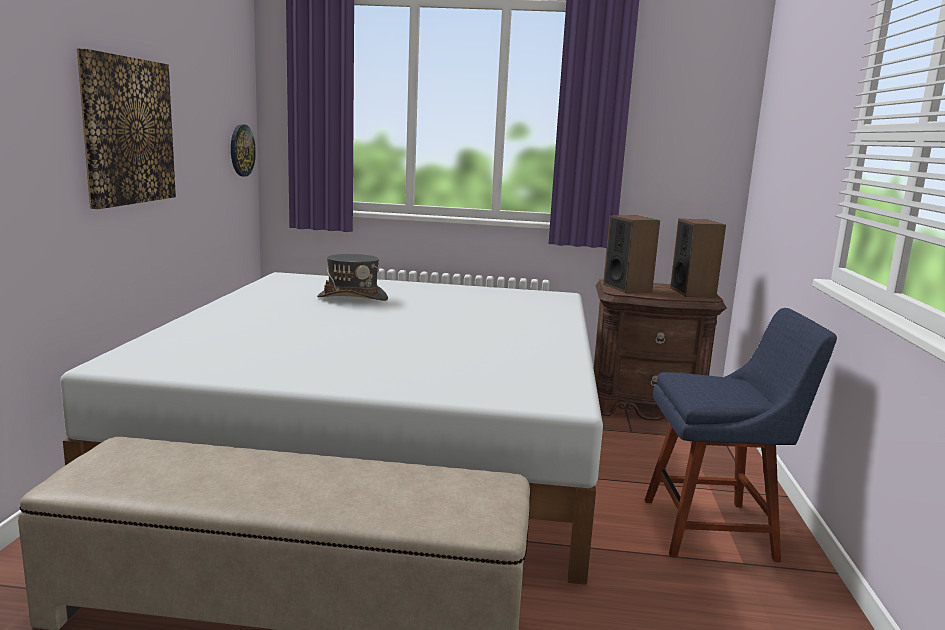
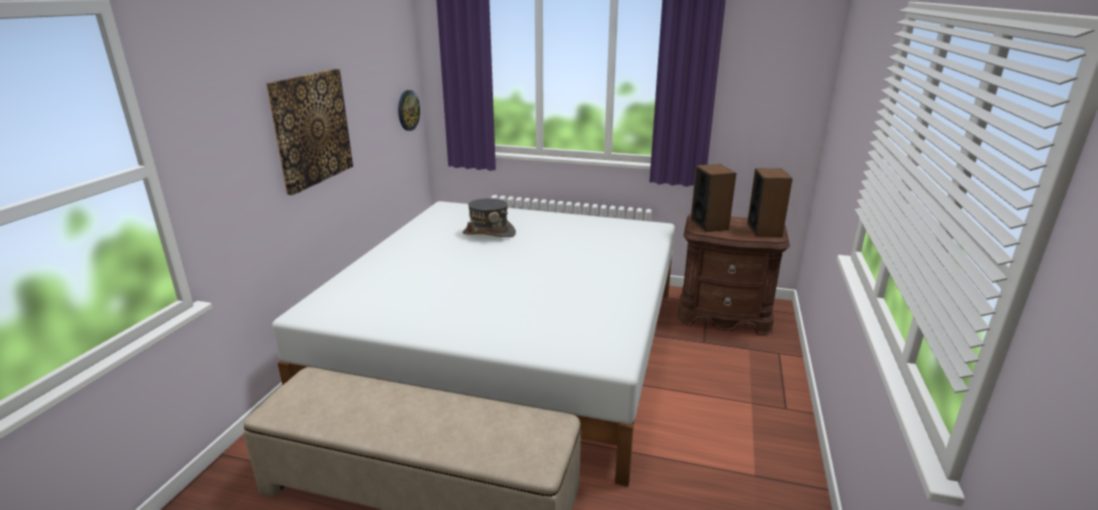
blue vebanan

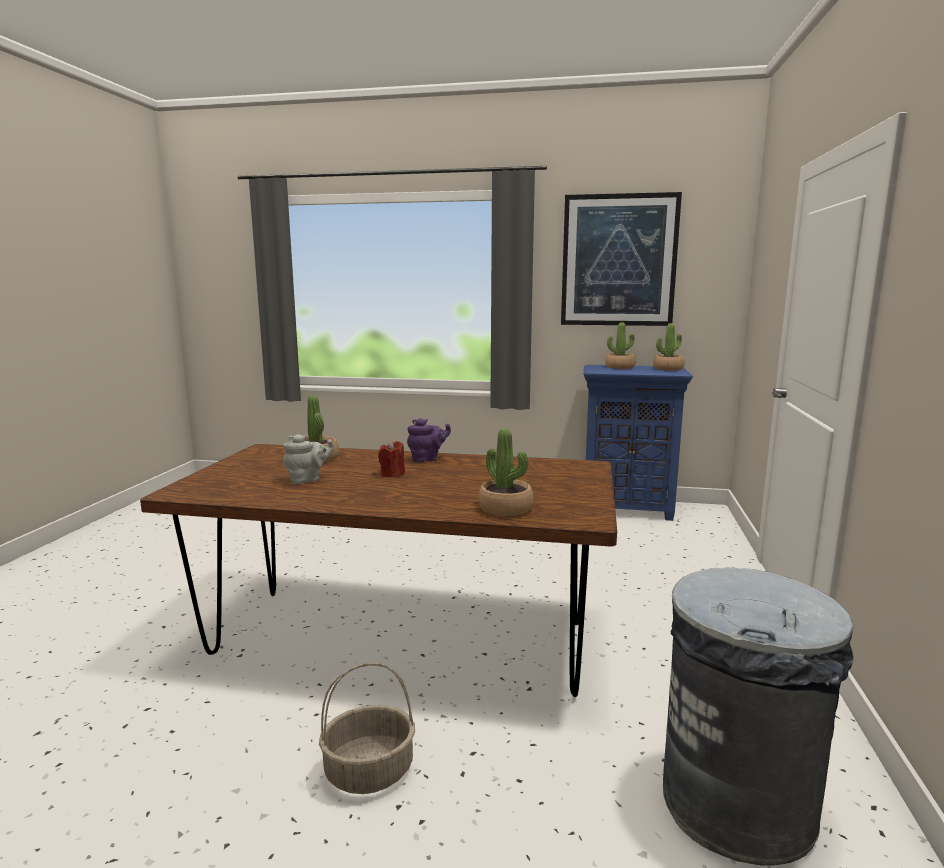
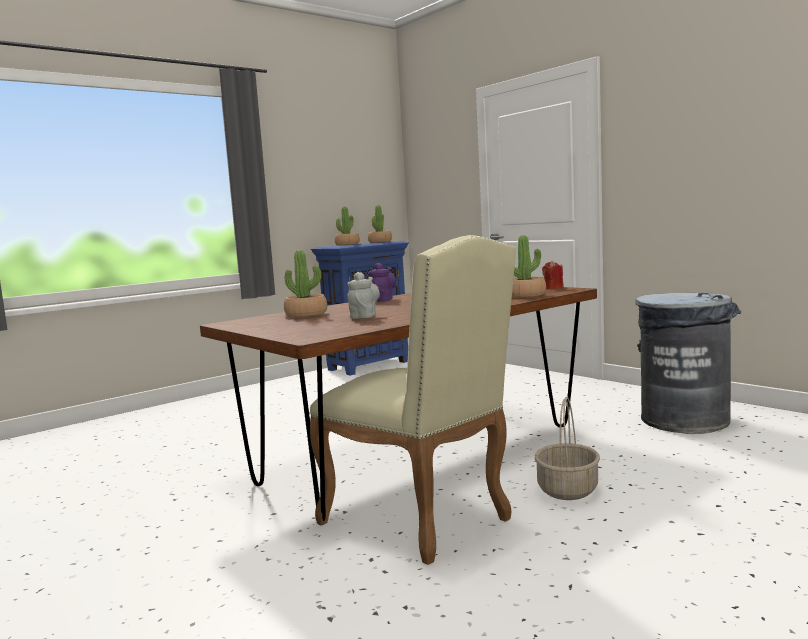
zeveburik
beige vebanan
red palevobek

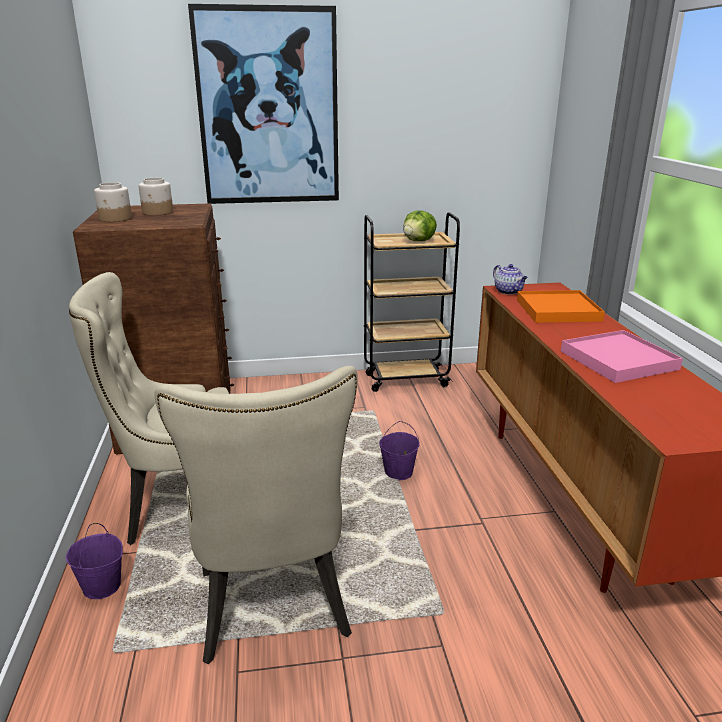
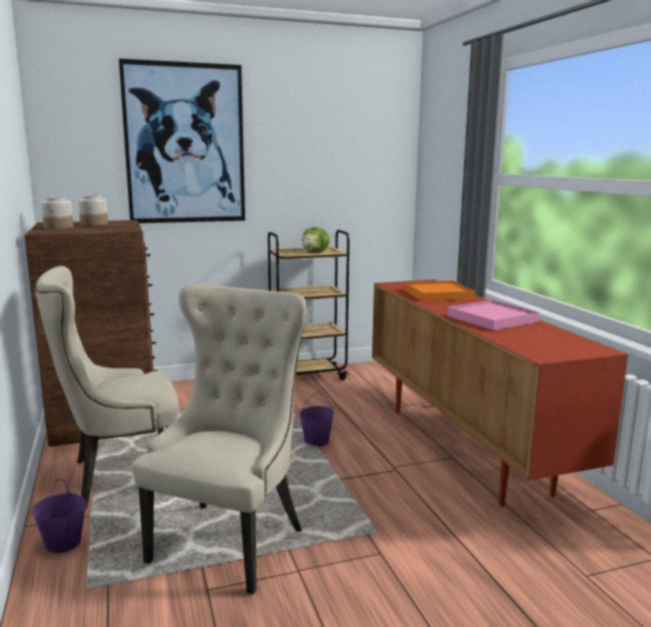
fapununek
beige vebanan (no. 2 from left)

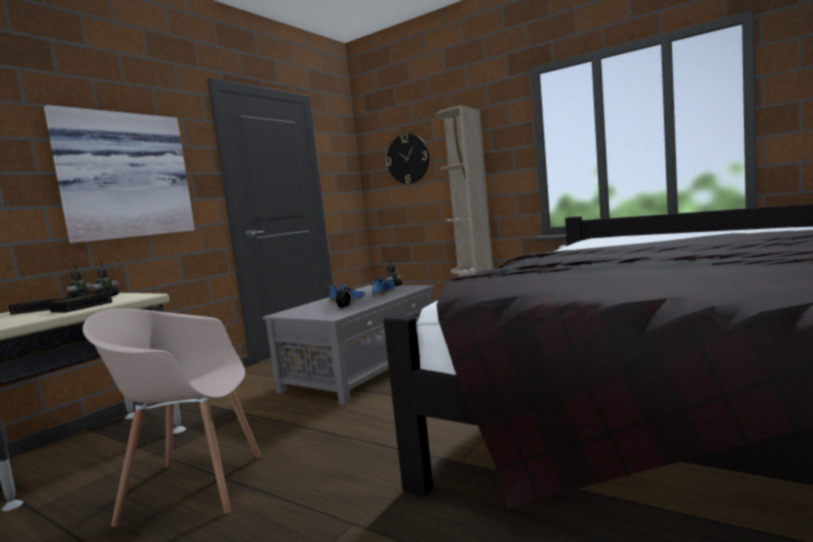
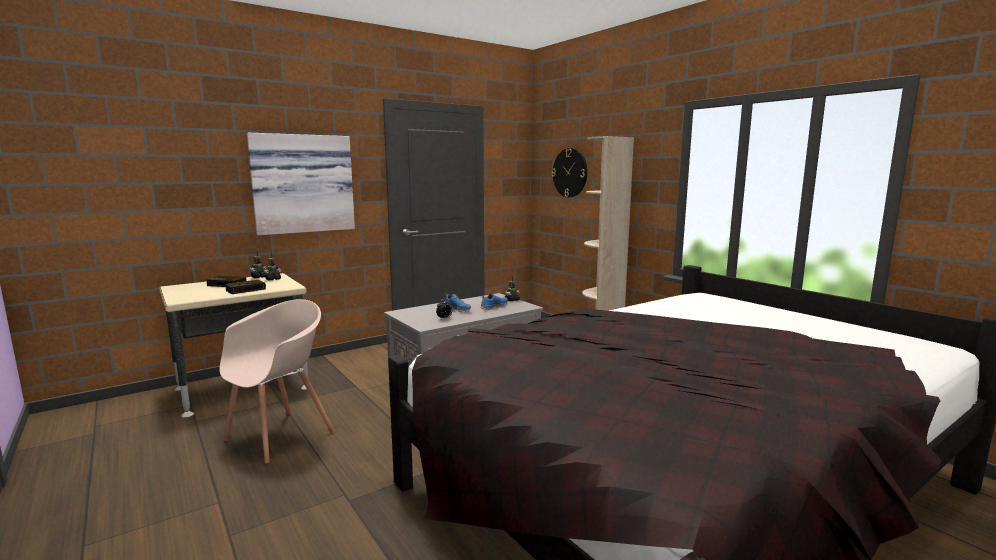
beige vebanan

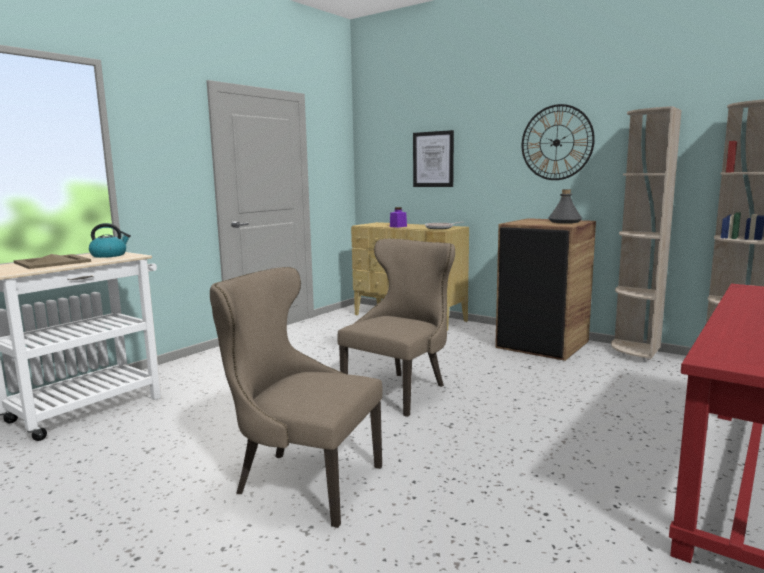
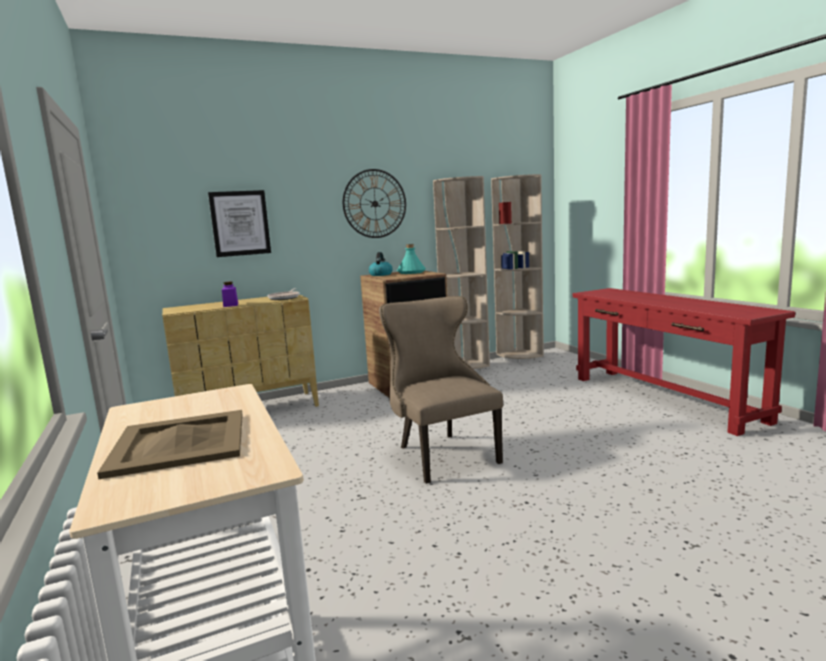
beige vebanan (no. 1 from left in the first image)
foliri
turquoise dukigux

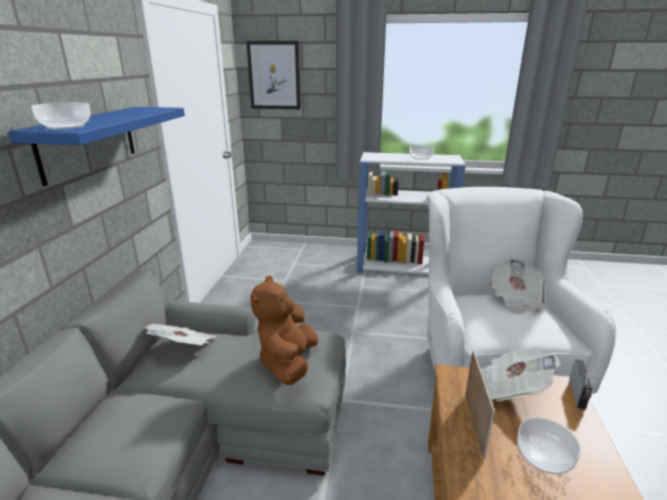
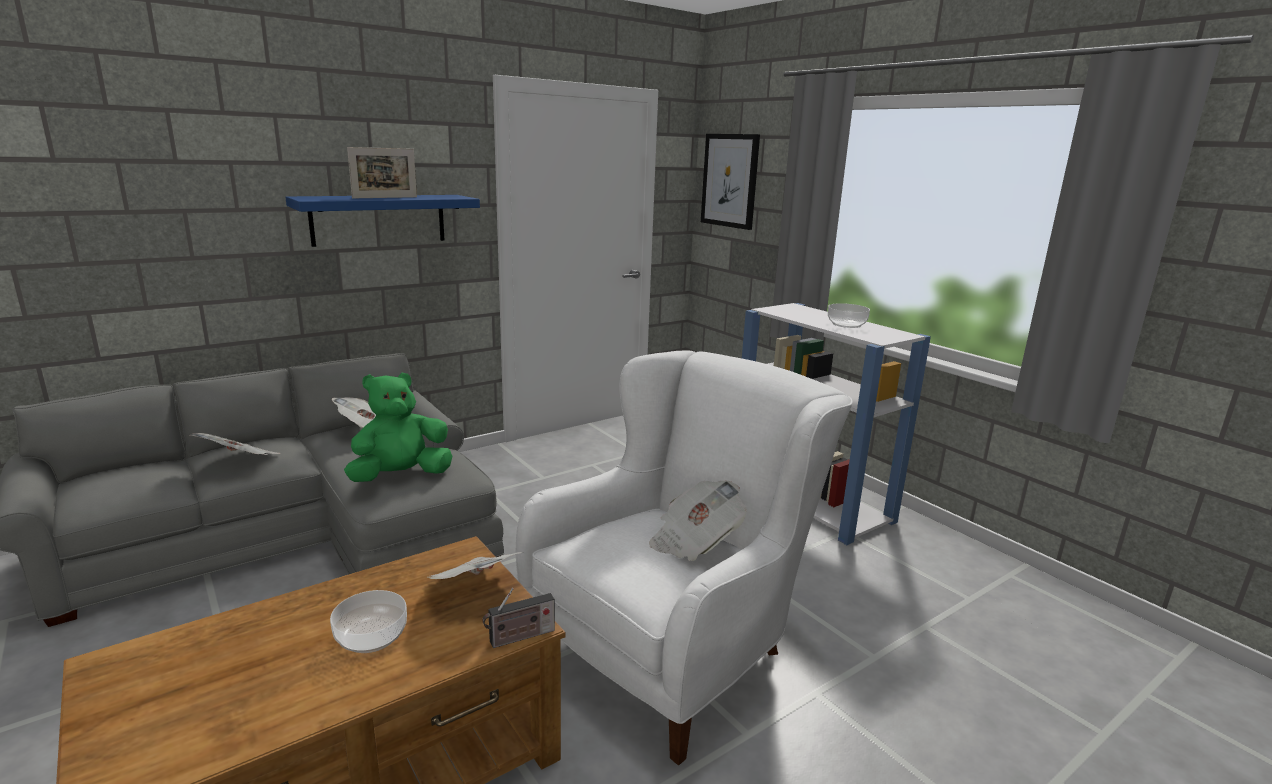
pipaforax (no. 1 from left in the first image)
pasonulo (no. 1 from left)
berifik
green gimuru

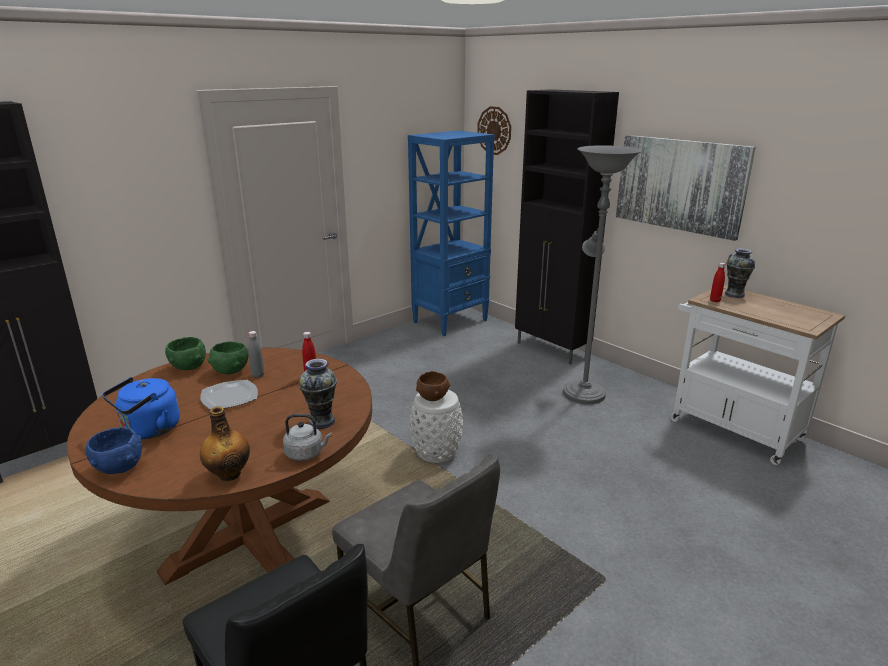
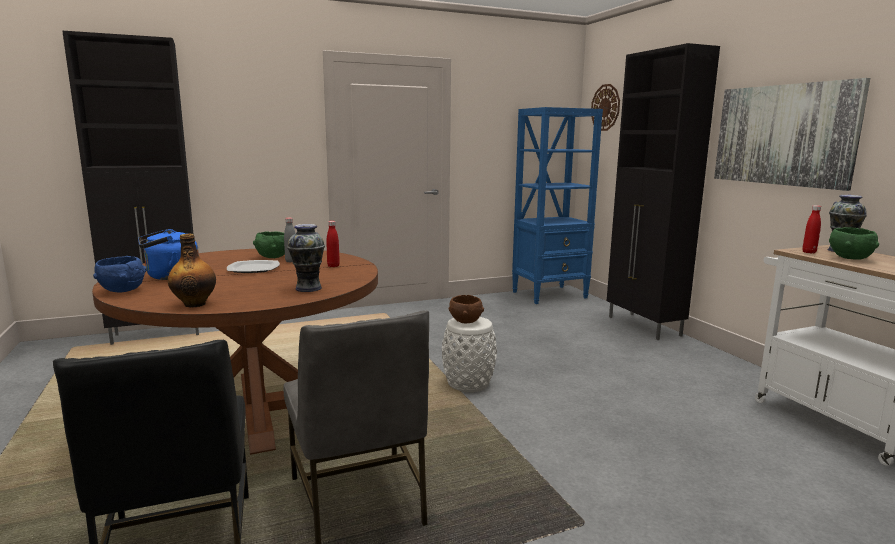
grey foliri
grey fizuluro
green pipaforax (no. 2 from left)

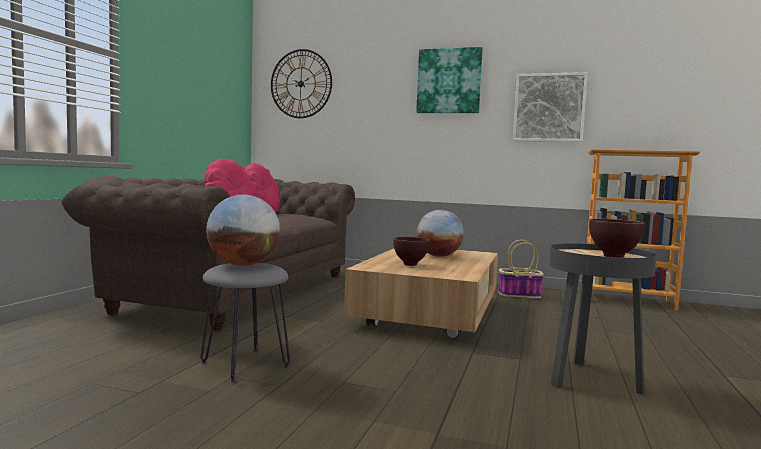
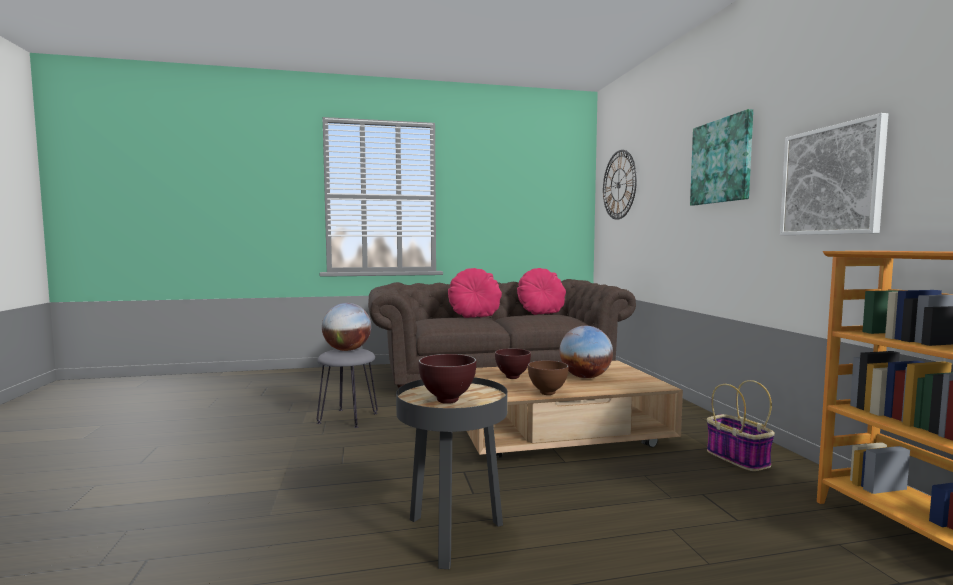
brown pipaforax (no. 3 from left)

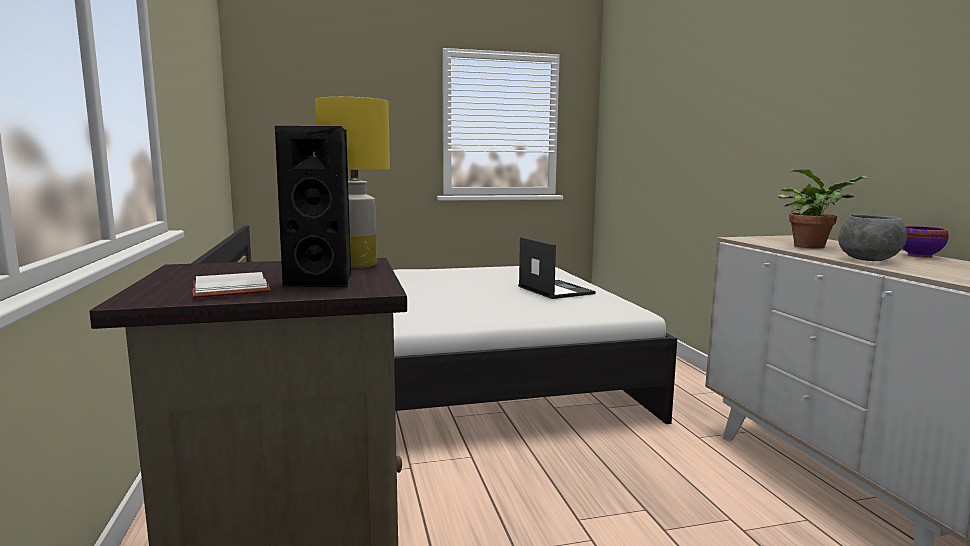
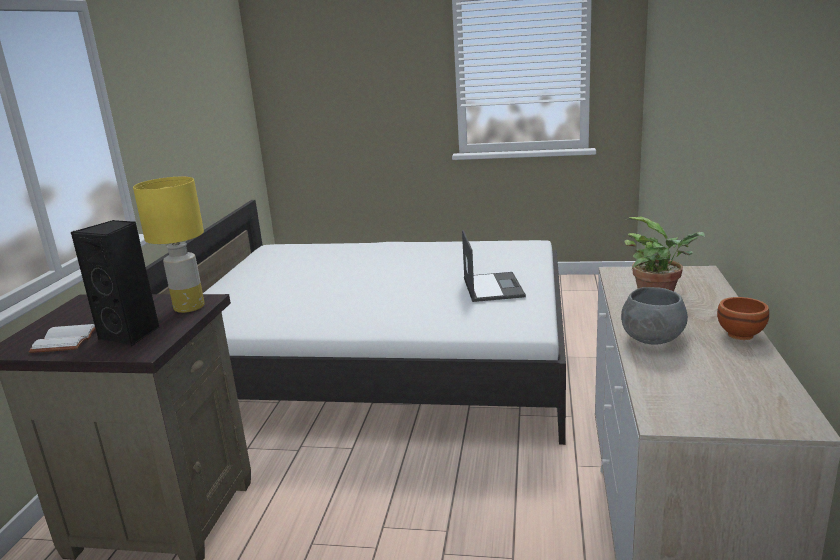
brown pipaforax

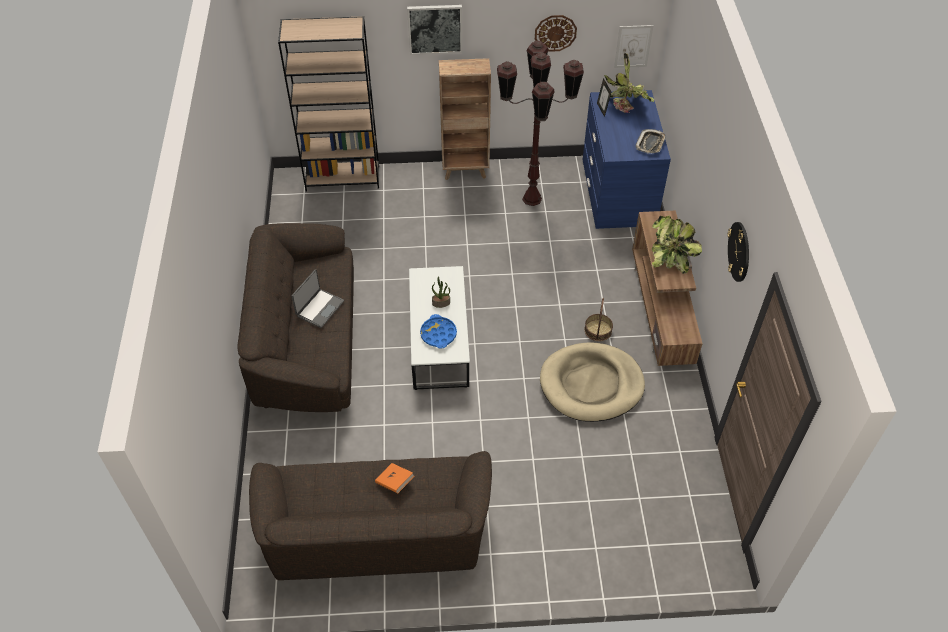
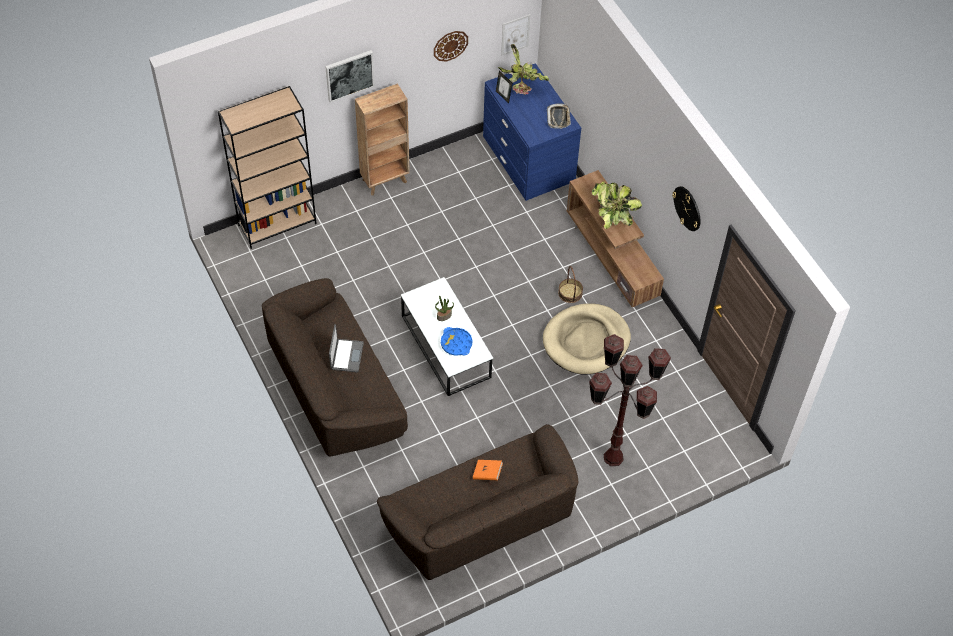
brown fizuluro

